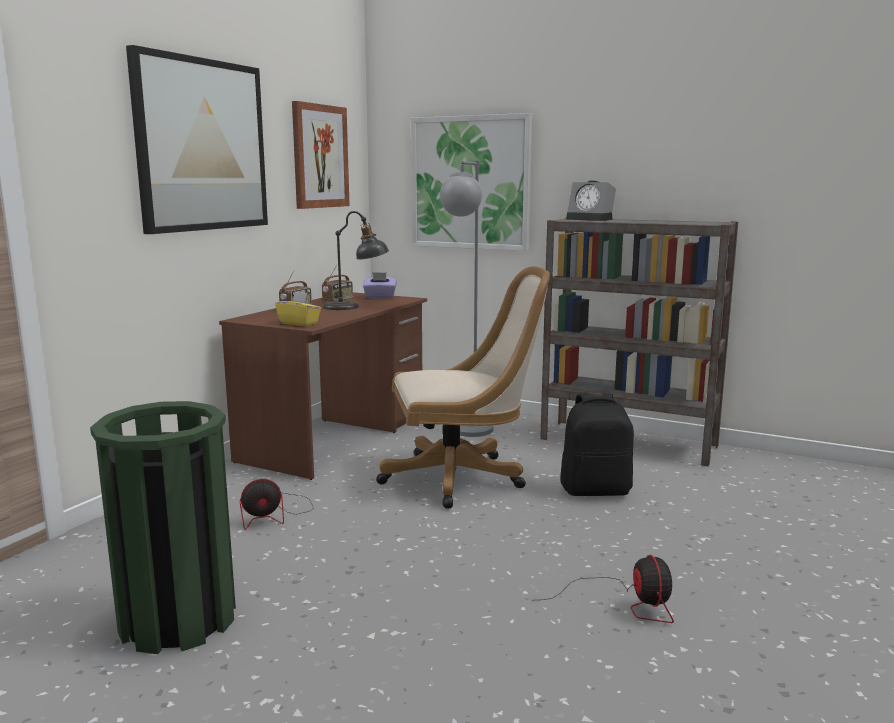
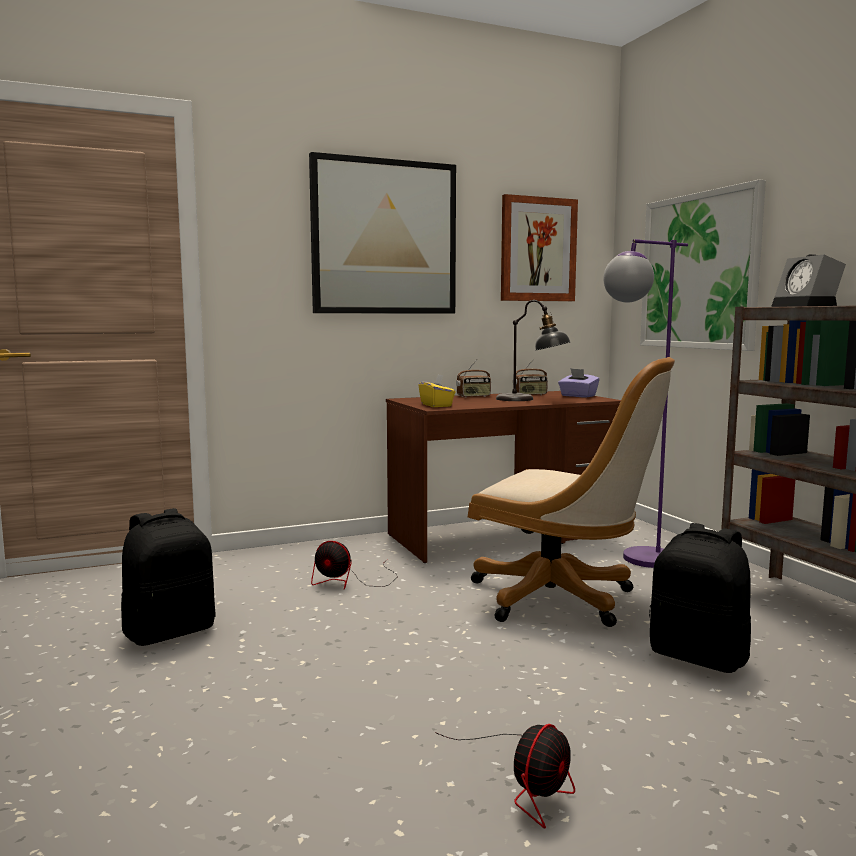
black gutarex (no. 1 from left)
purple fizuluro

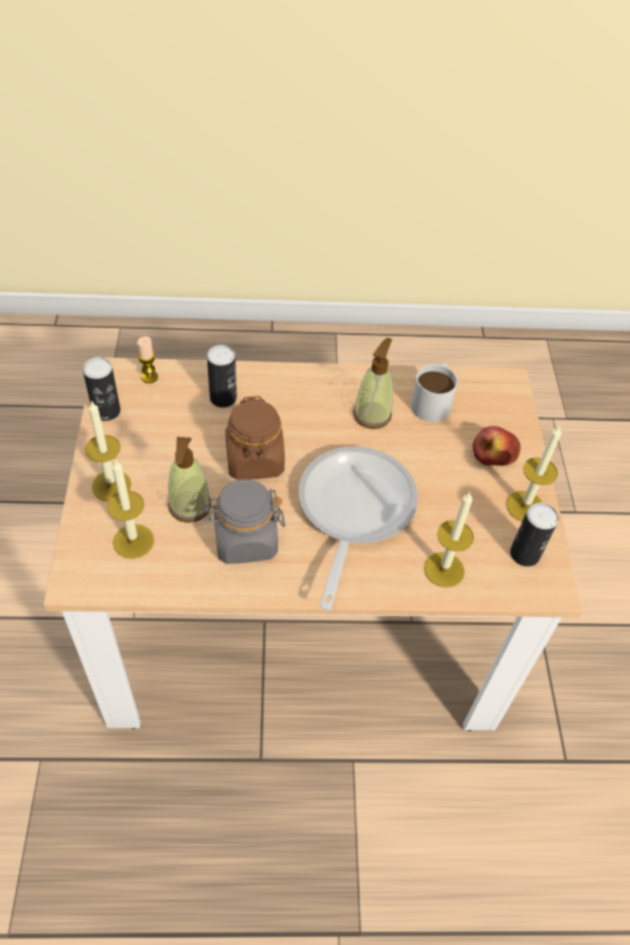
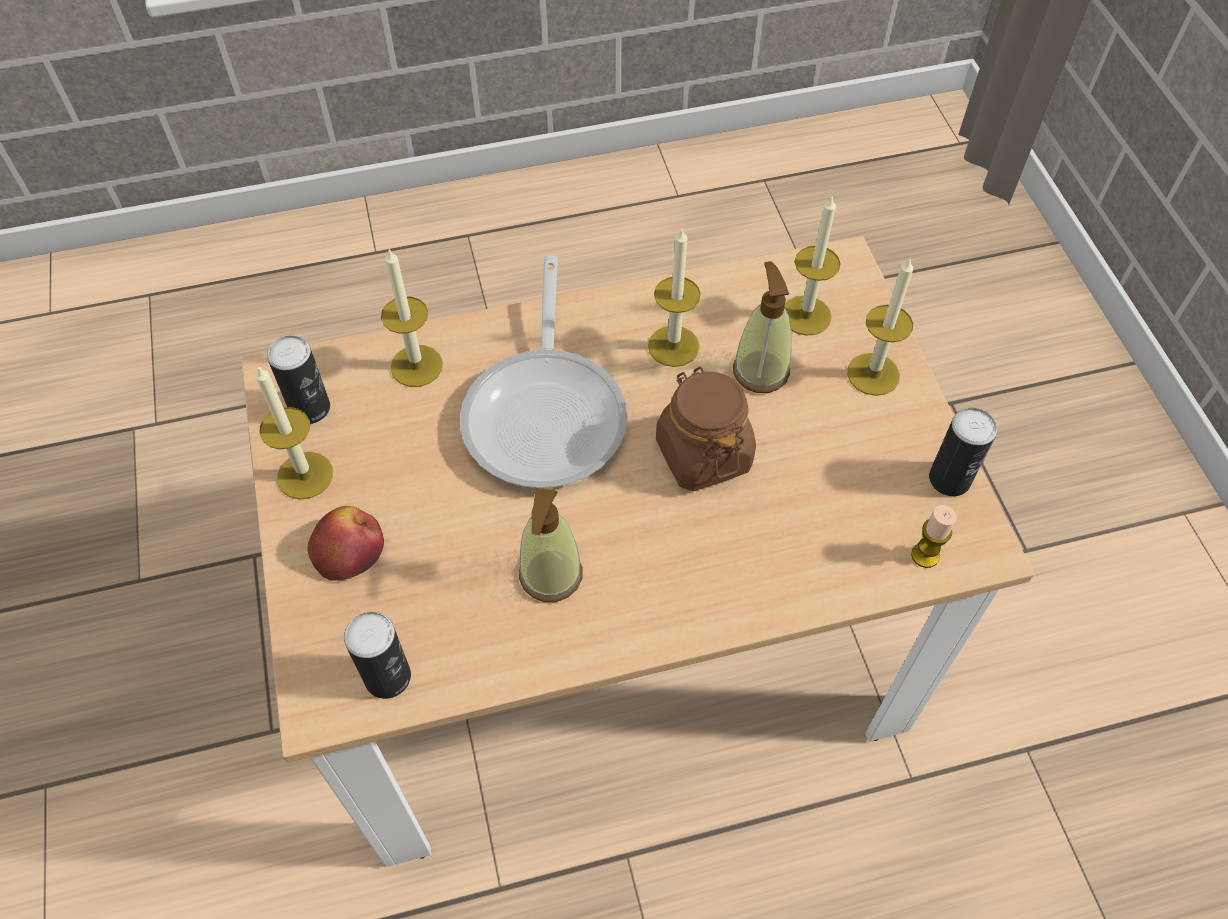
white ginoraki
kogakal (no. 2 from left)
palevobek (no. 3 from left)

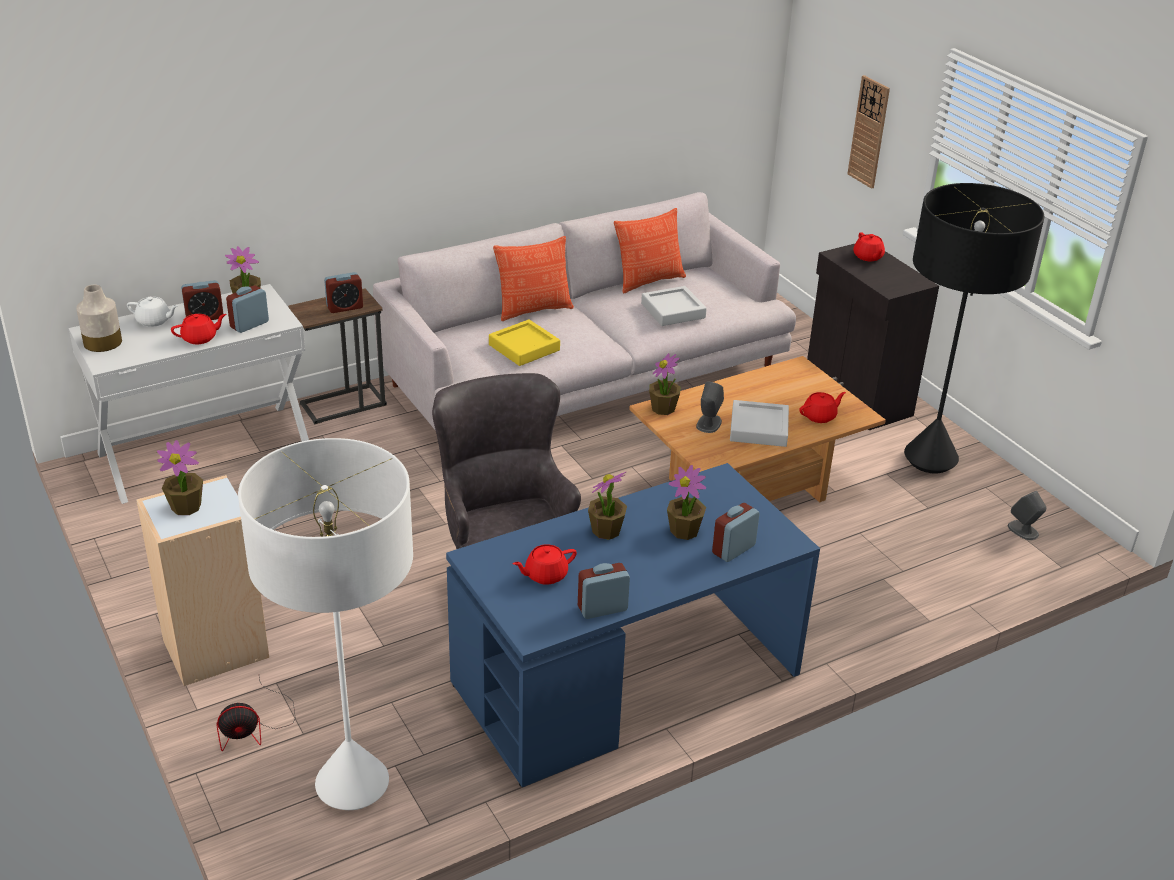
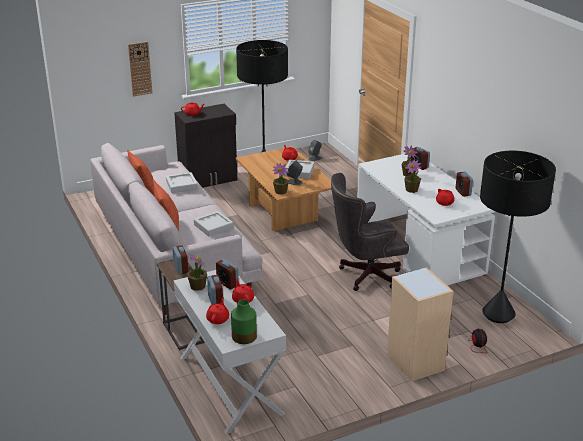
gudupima (no. 1 from left in the first image)
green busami
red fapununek (no. 2 from left)
black fizuluro (no. 2 from left)
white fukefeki
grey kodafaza (no. 2 from left)

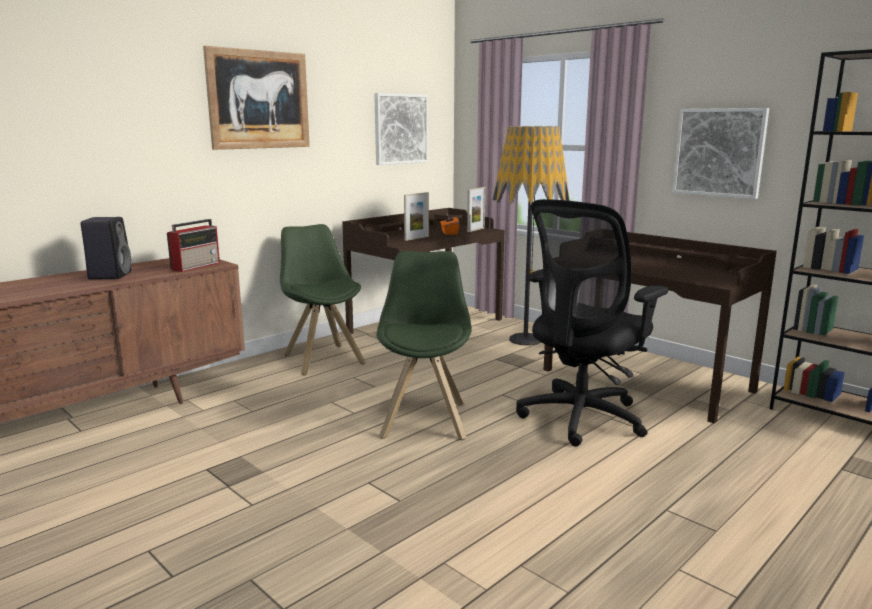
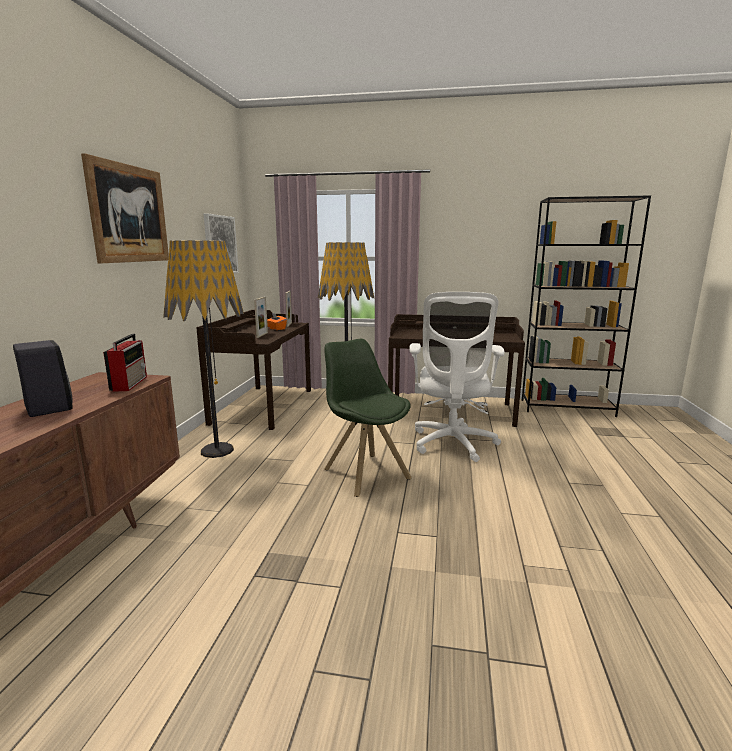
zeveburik (no. 3 from left in the first image)
fizuluro (no. 1 from left)
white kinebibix

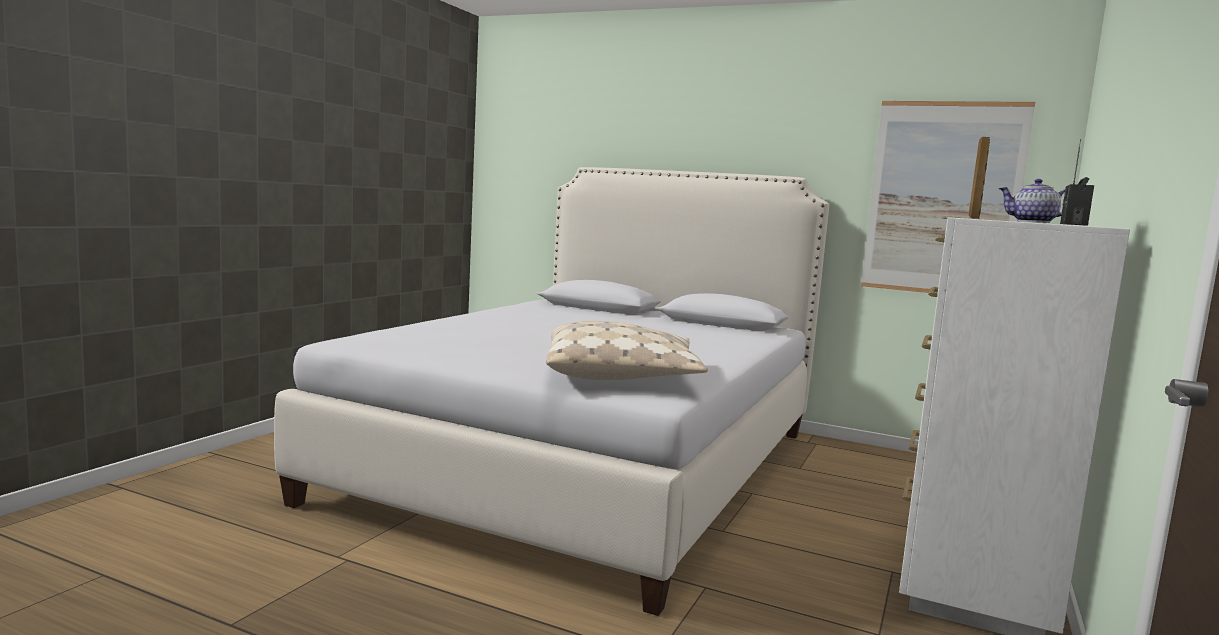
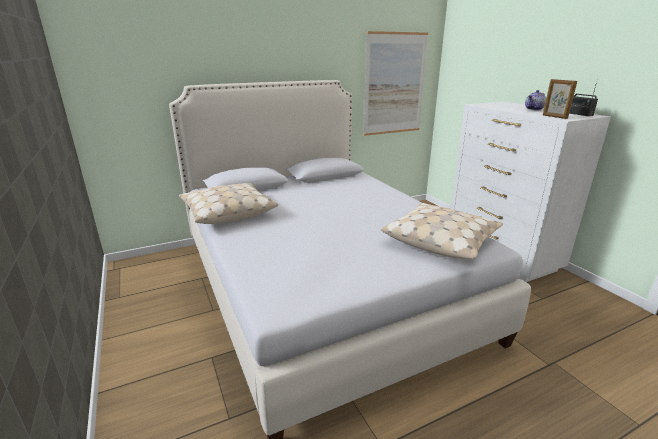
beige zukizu (no. 1 from left)

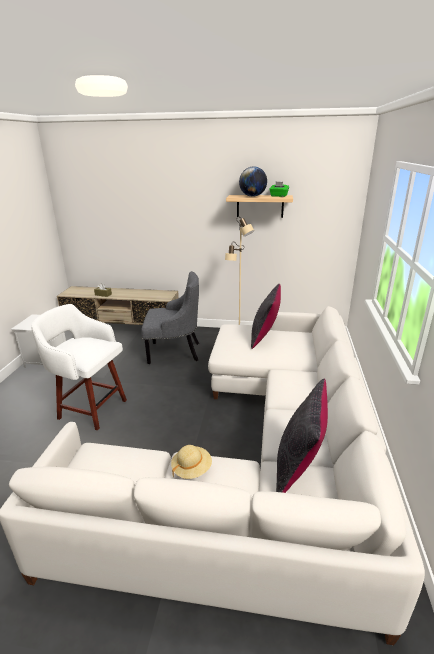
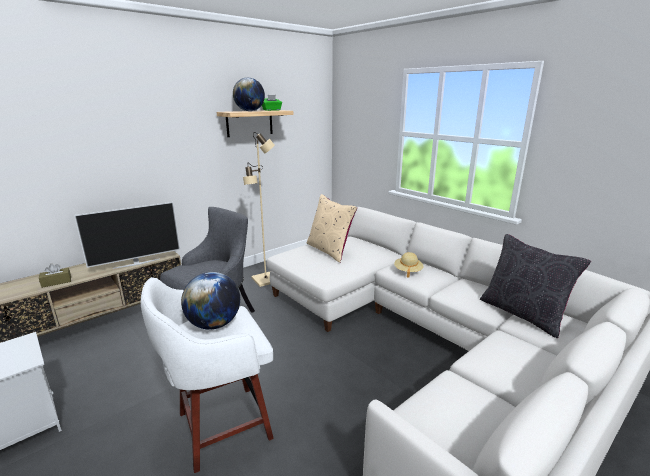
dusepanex
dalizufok (no. 1 from left)
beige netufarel
beige zukizu

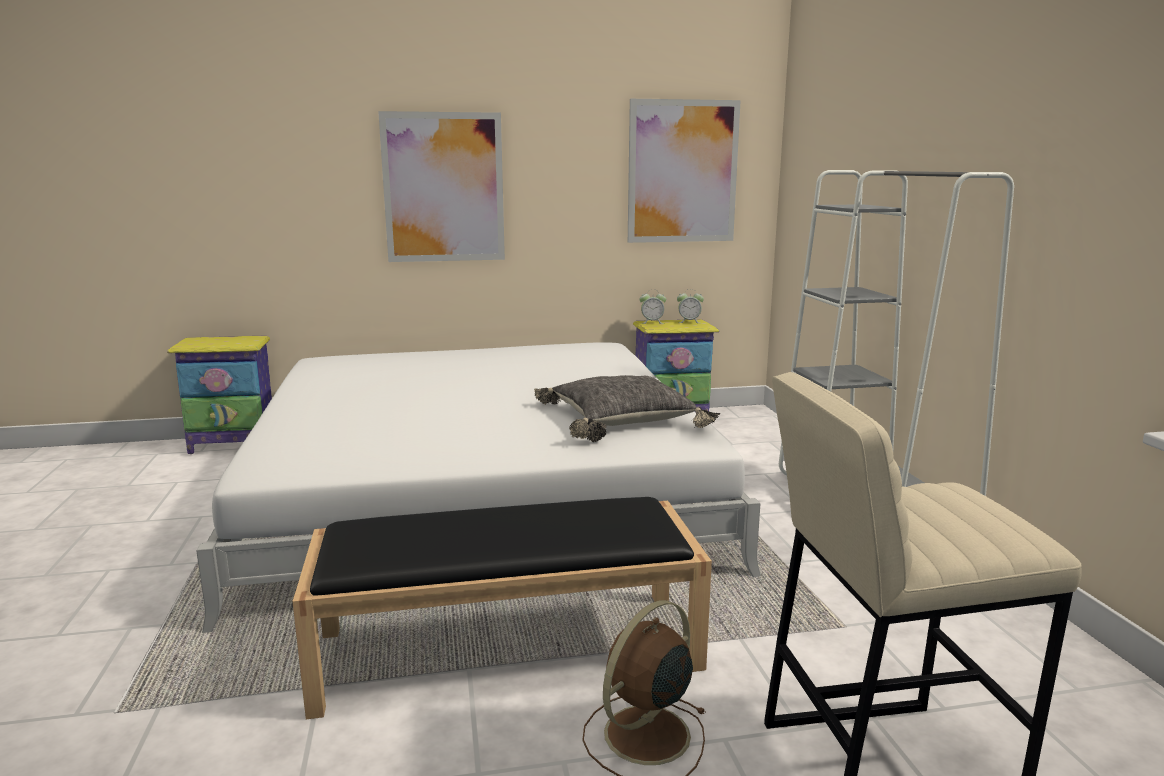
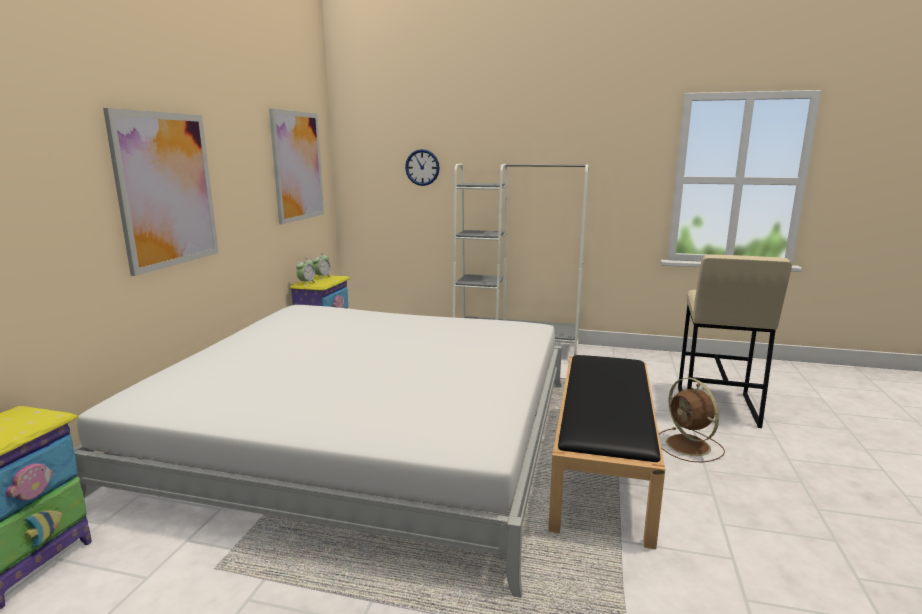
zukizu
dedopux

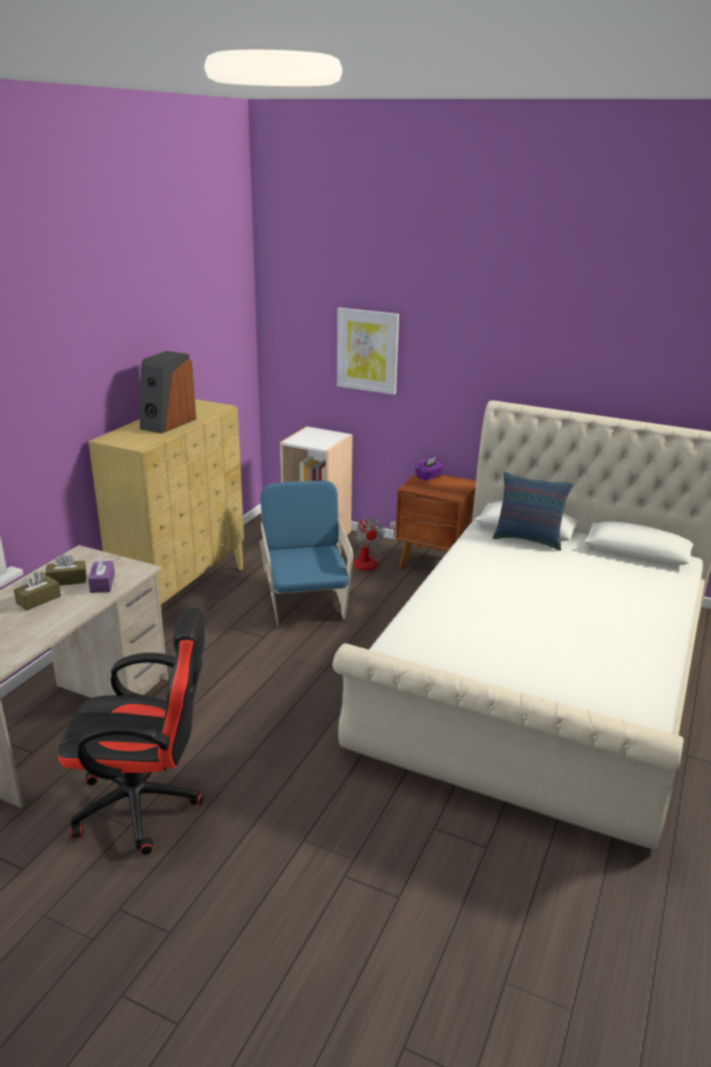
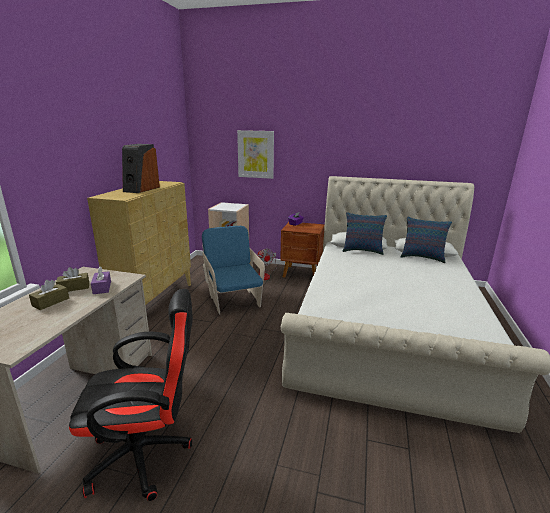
blue zukizu (no. 2 from left)

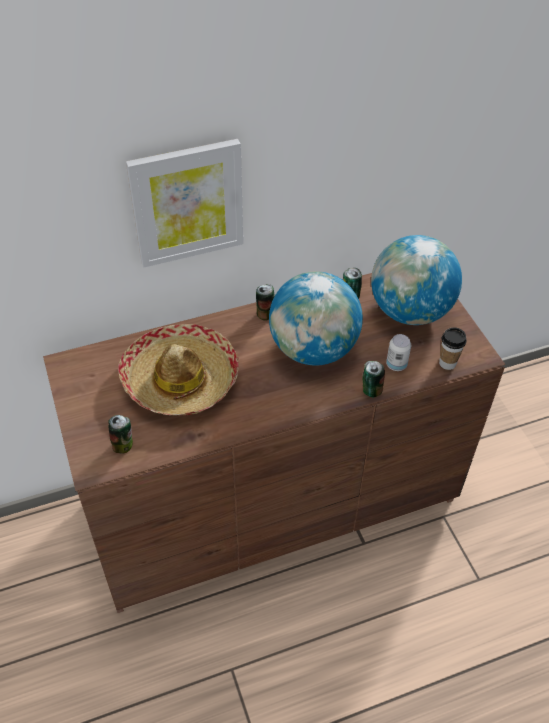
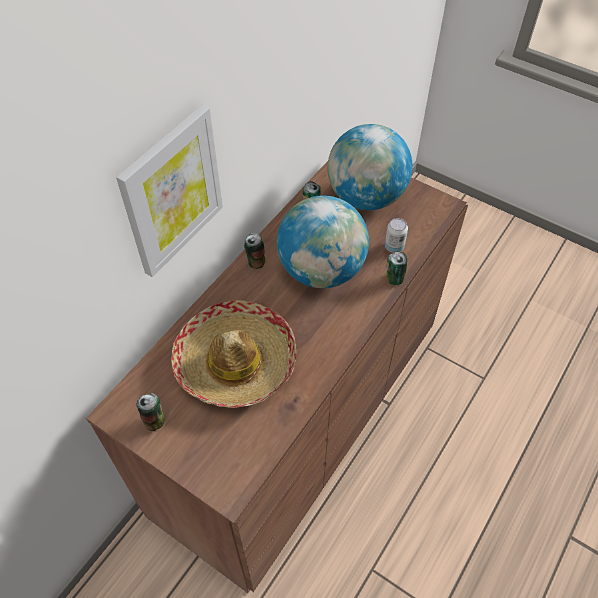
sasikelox
kogakal (no. 1 from left)

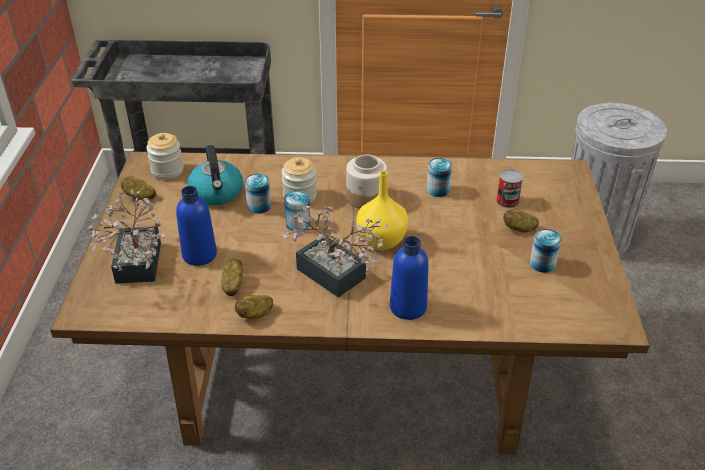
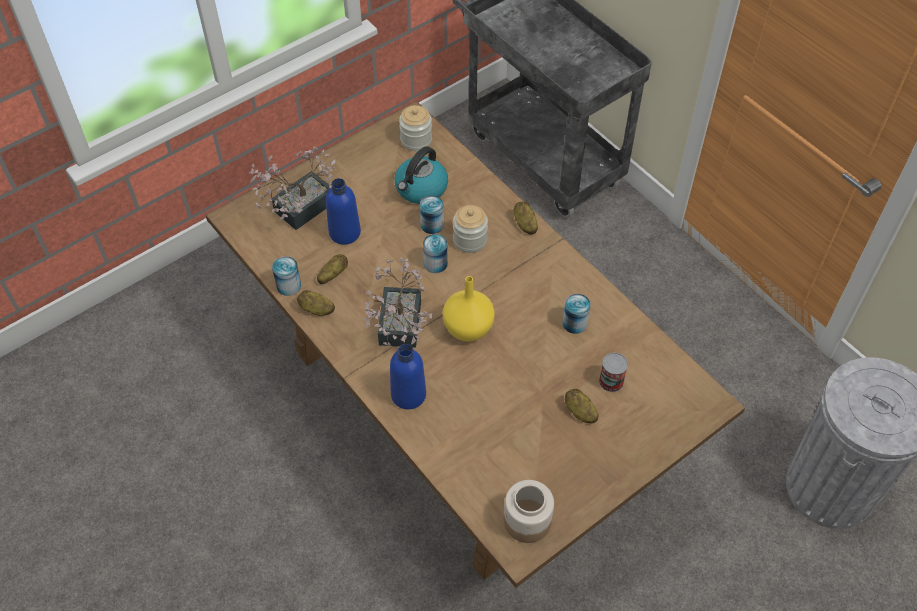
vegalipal (no. 3 from left)
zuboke (no. 3 from left)
kogakal (no. 1 from left)

